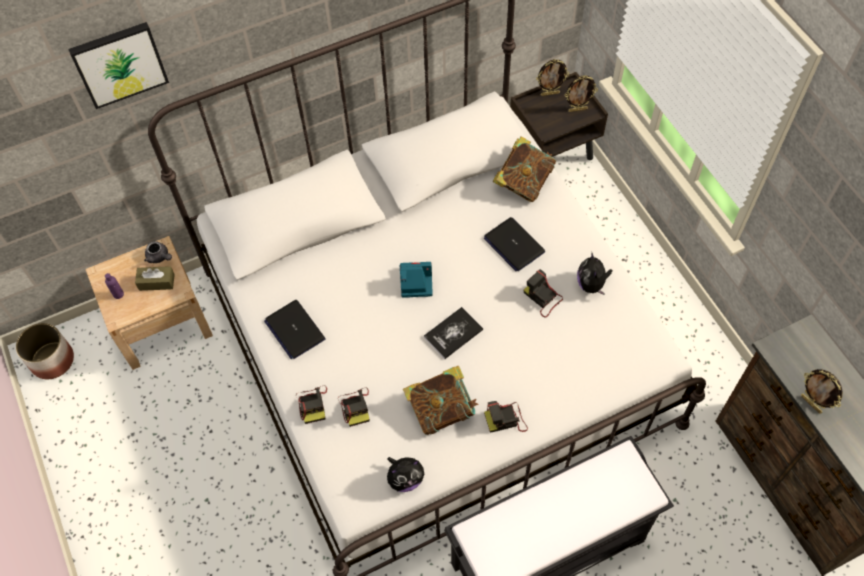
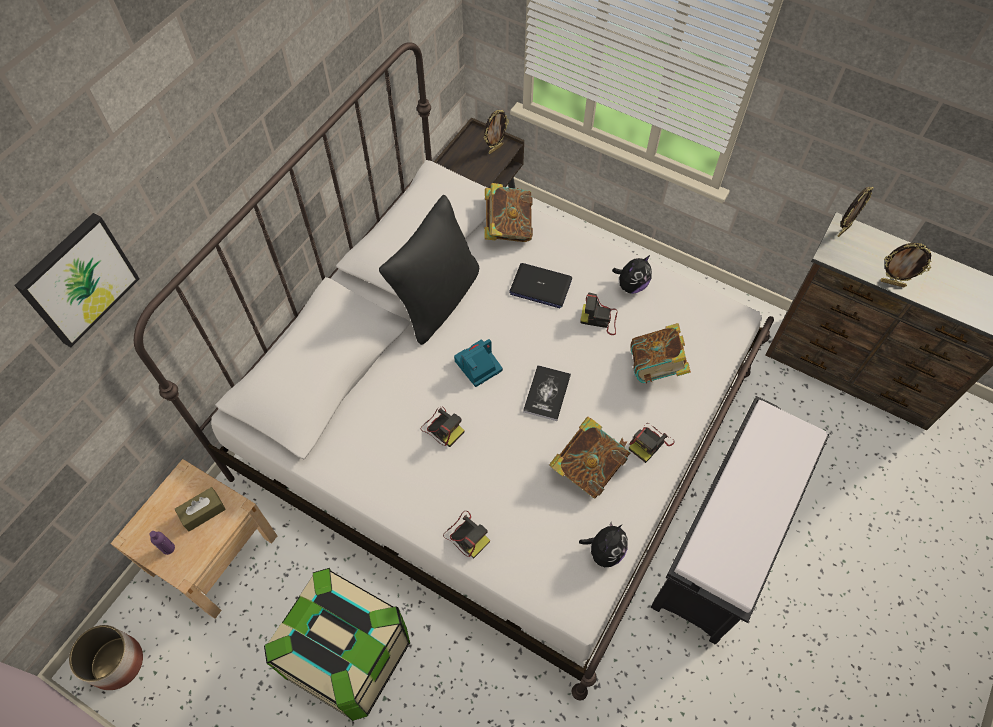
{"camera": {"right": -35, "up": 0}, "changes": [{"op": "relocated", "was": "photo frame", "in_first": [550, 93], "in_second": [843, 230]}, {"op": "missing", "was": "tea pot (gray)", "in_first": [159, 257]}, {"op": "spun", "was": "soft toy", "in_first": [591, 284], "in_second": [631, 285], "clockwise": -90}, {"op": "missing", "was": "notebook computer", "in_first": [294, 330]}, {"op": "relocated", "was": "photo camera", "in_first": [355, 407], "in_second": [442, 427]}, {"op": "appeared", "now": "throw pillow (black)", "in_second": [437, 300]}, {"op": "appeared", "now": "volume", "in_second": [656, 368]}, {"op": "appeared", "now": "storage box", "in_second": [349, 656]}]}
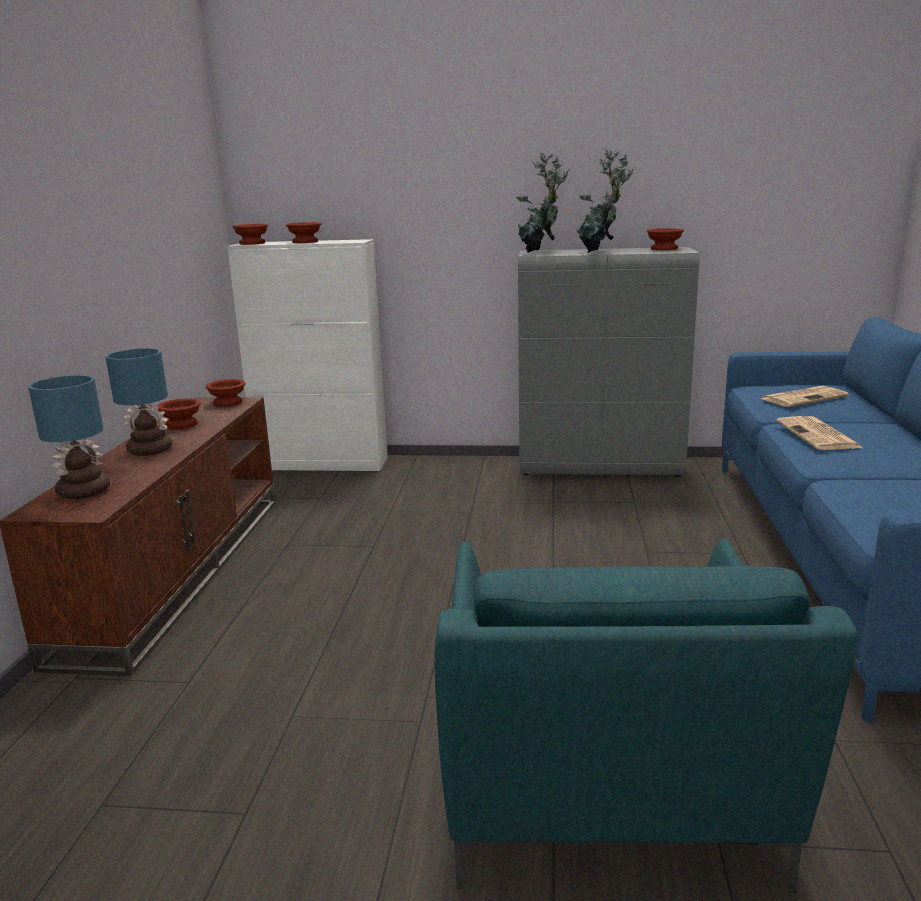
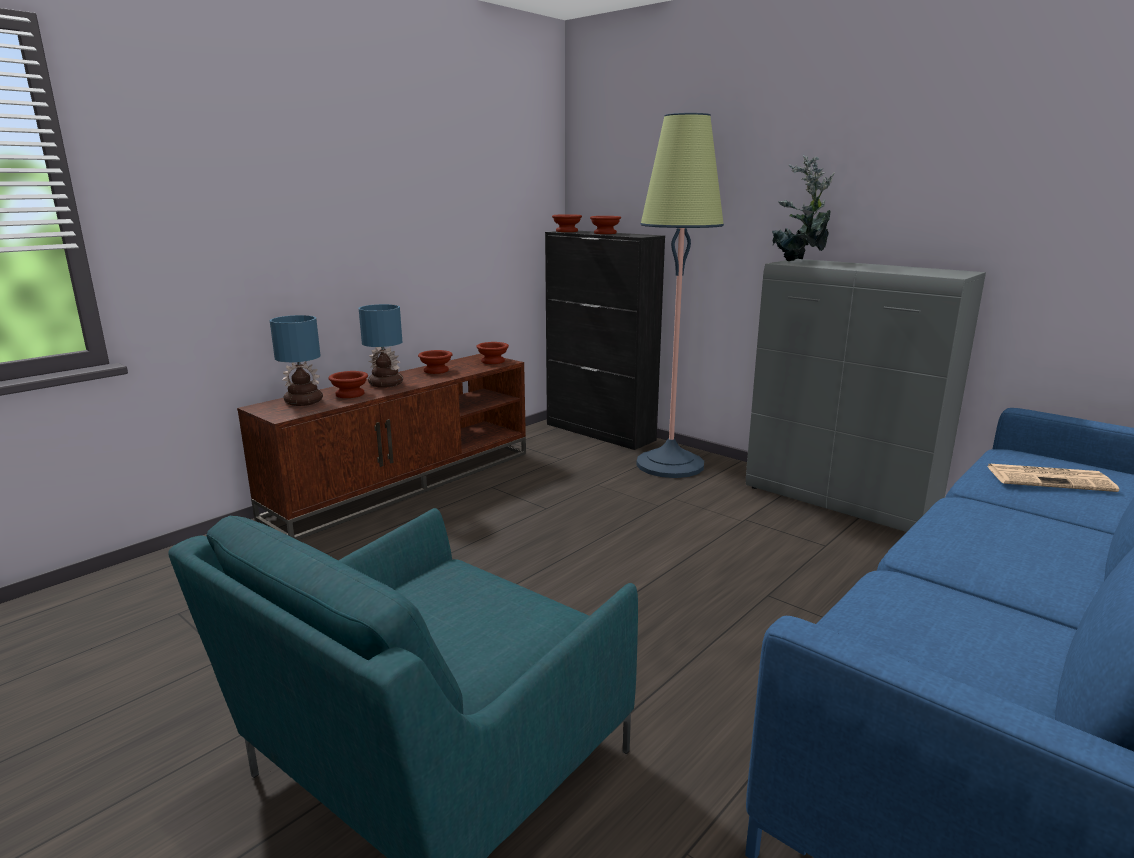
{"camera": {"right": 35, "up": 0}, "changes": [{"op": "missing", "was": "houseplant", "in_first": [599, 252]}, {"op": "relocated", "was": "deep dish (brownish)", "in_first": [663, 249], "in_second": [350, 394]}, {"op": "colour", "was": "storage cabinet (white)", "now": "storage cabinet (black)", "in_first": [322, 463], "in_second": [600, 432]}, {"op": "missing", "was": "printed paper", "in_first": [819, 435]}, {"op": "appeared", "now": "floor lamp", "in_second": [670, 464]}]}
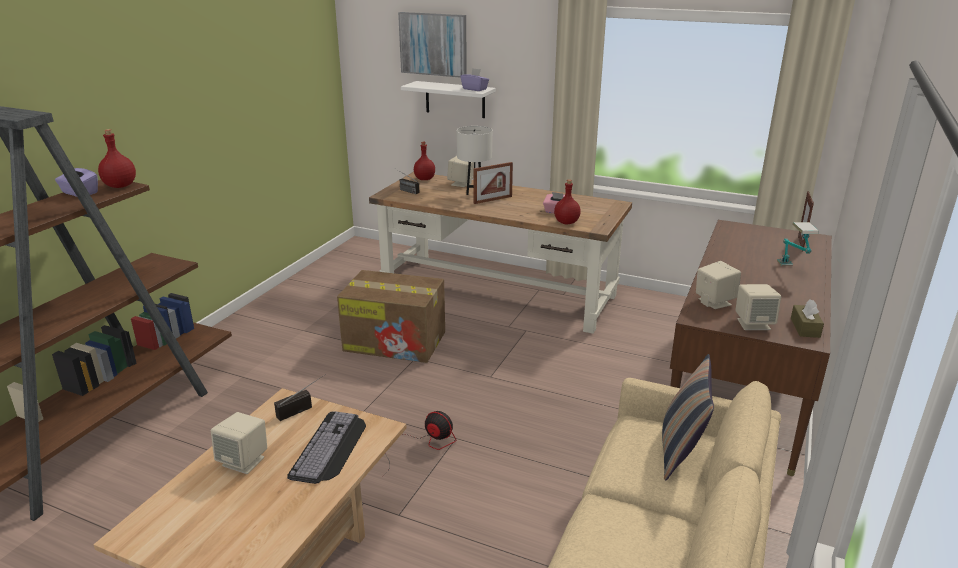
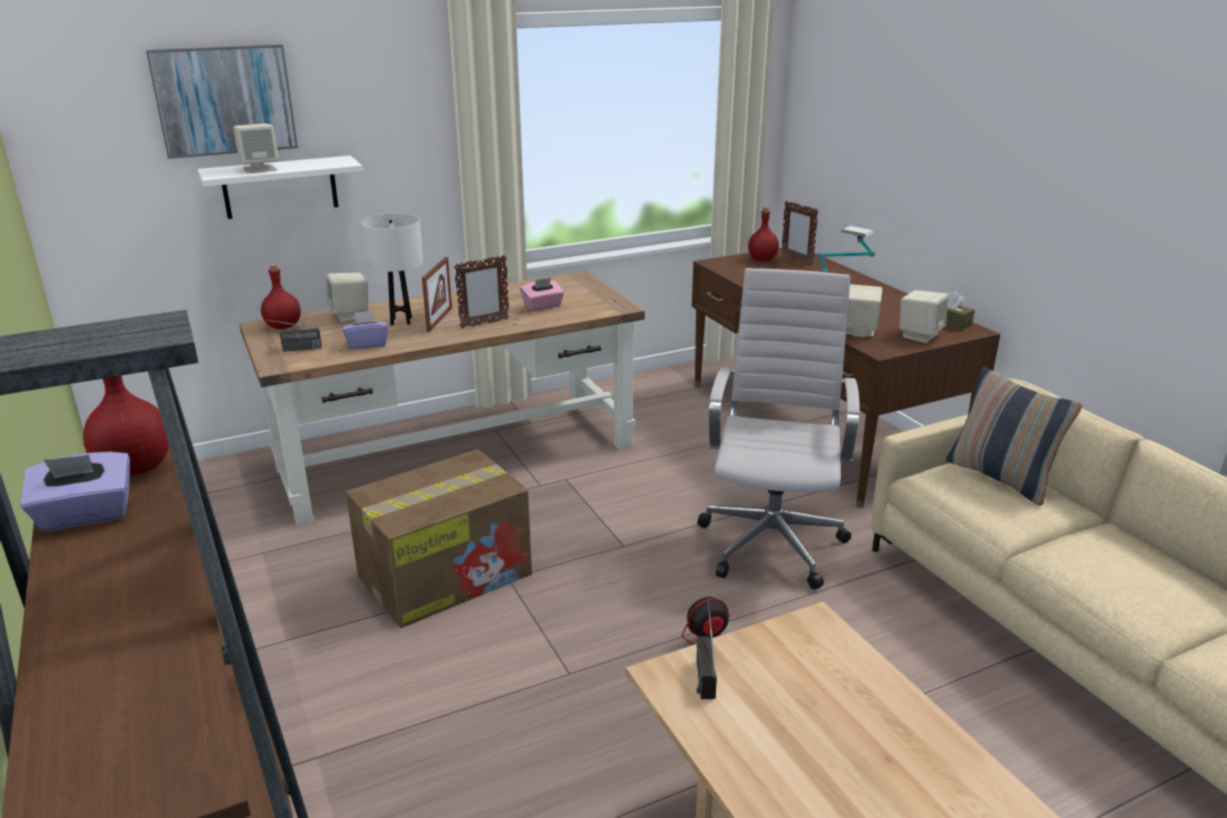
{"camera": {"right": -50, "up": 0}, "changes": [{"op": "relocated", "was": "tissue box (purple-coloured)", "in_first": [475, 89], "in_second": [367, 344]}, {"op": "relocated", "was": "beverage bottle (reddish)", "in_first": [567, 222], "in_second": [762, 259]}, {"op": "missing", "was": "computer keyboard", "in_first": [331, 447]}, {"op": "relocated", "was": "loudspeaker (beige)", "in_first": [244, 461], "in_second": [260, 169]}, {"op": "appeared", "now": "photo frame", "in_second": [484, 324]}, {"op": "appeared", "now": "desk chair (white)", "in_second": [772, 541]}]}
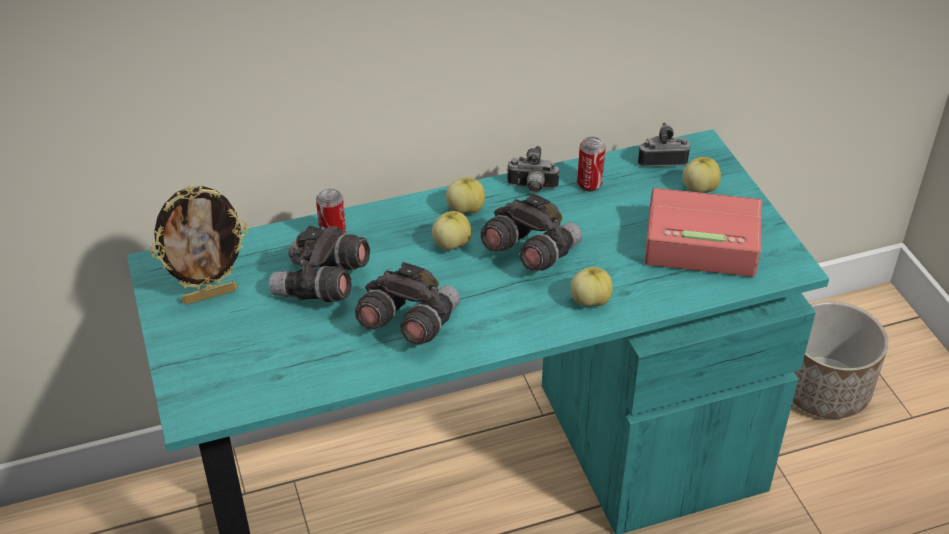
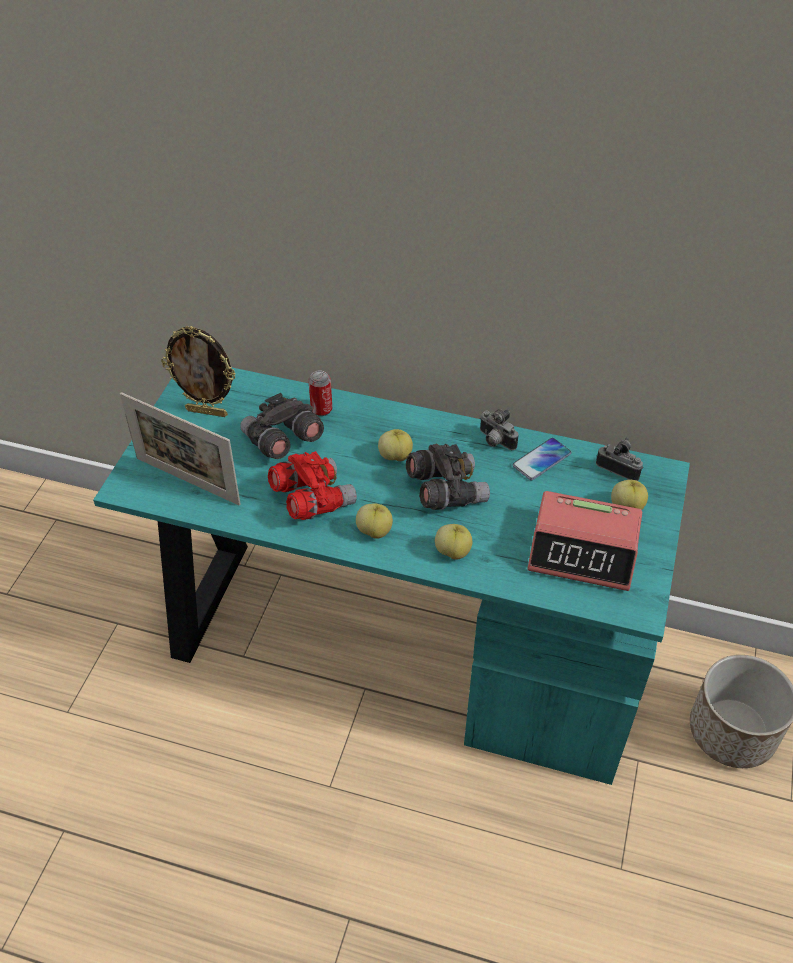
{"camera": {"right": 35, "up": 5}, "changes": [{"op": "exchanged", "was": "sealed can", "now": "phone", "in_first": [589, 184], "in_second": [542, 460]}, {"op": "relocated", "was": "whole apple", "in_first": [465, 209], "in_second": [374, 531]}, {"op": "spun", "was": "table clock", "in_first": [700, 242], "in_second": [583, 550], "clockwise": 150}, {"op": "colour", "was": "pair of binoculars (gray)", "now": "pair of binoculars (reddish)", "in_first": [408, 323], "in_second": [312, 499]}, {"op": "appeared", "now": "photo frame", "in_second": [187, 481]}]}
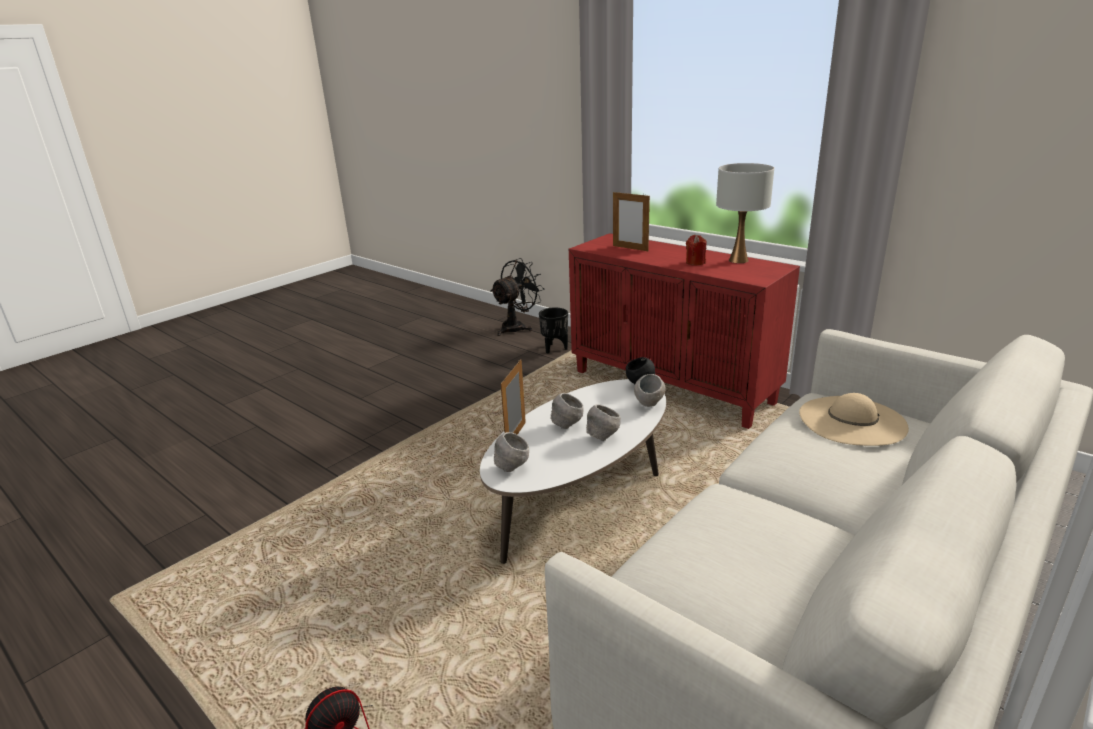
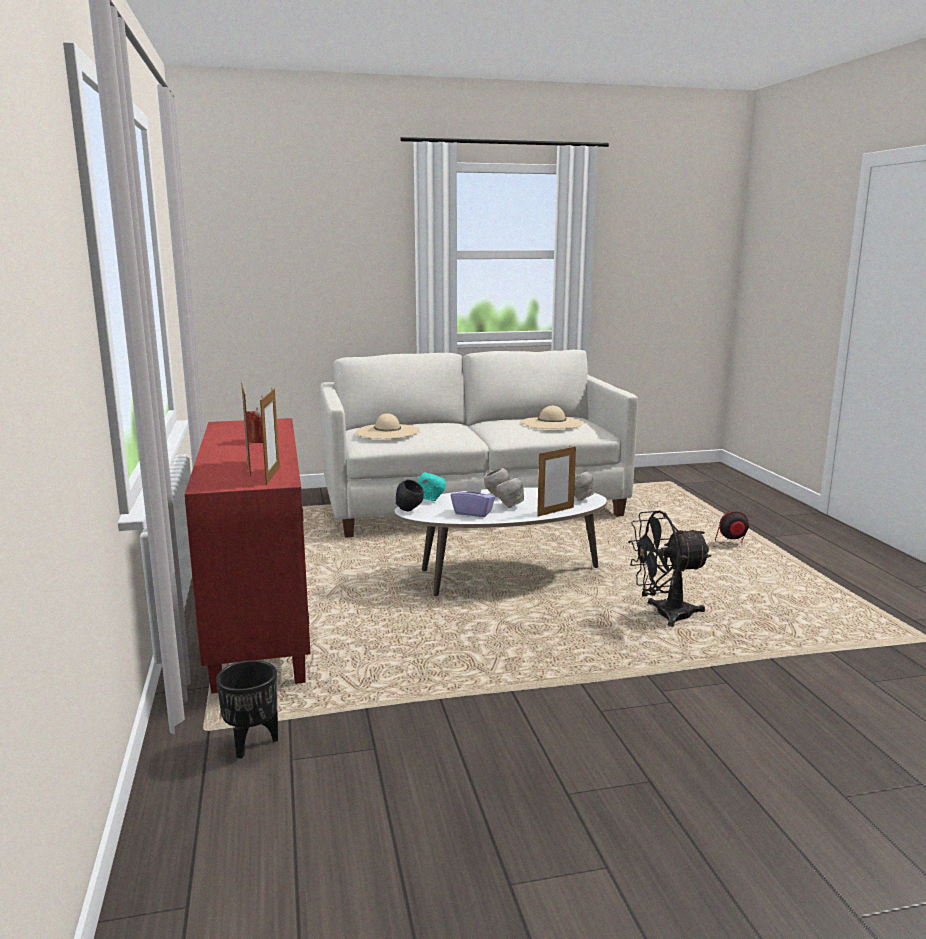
{"camera": {"right": -145, "up": -10}, "changes": [{"op": "missing", "was": "tabletop lamp (white)", "in_first": [739, 260]}, {"op": "relocated", "was": "fan (black)", "in_first": [517, 327], "in_second": [664, 615]}, {"op": "colour", "was": "deep dish (gray)", "now": "deep dish (turquoise)", "in_first": [649, 406], "in_second": [431, 500]}, {"op": "appeared", "now": "photo frame", "in_second": [272, 475]}, {"op": "appeared", "now": "hat (beige)", "in_second": [551, 423]}, {"op": "appeared", "now": "tissue box (purple-coloured)", "in_second": [473, 513]}]}
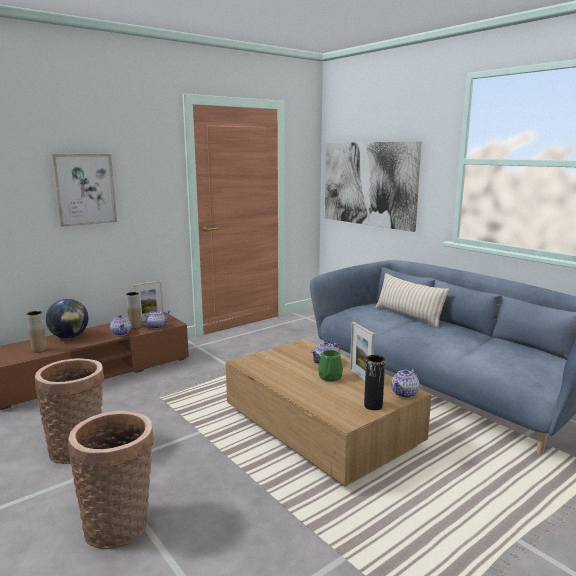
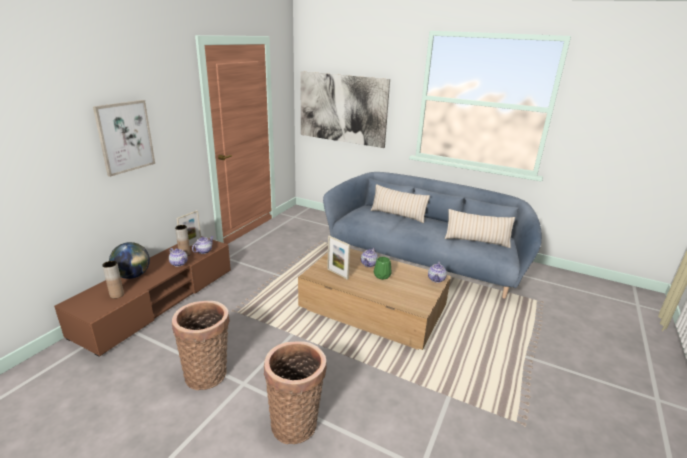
{"camera": {"right": -25, "up": 10}, "changes": [{"op": "relocated", "was": "photo frame", "in_first": [360, 377], "in_second": [337, 274]}, {"op": "missing", "was": "decorative vase (black)", "in_first": [373, 406]}, {"op": "appeared", "now": "throw pillow (beige)", "in_second": [476, 241]}]}
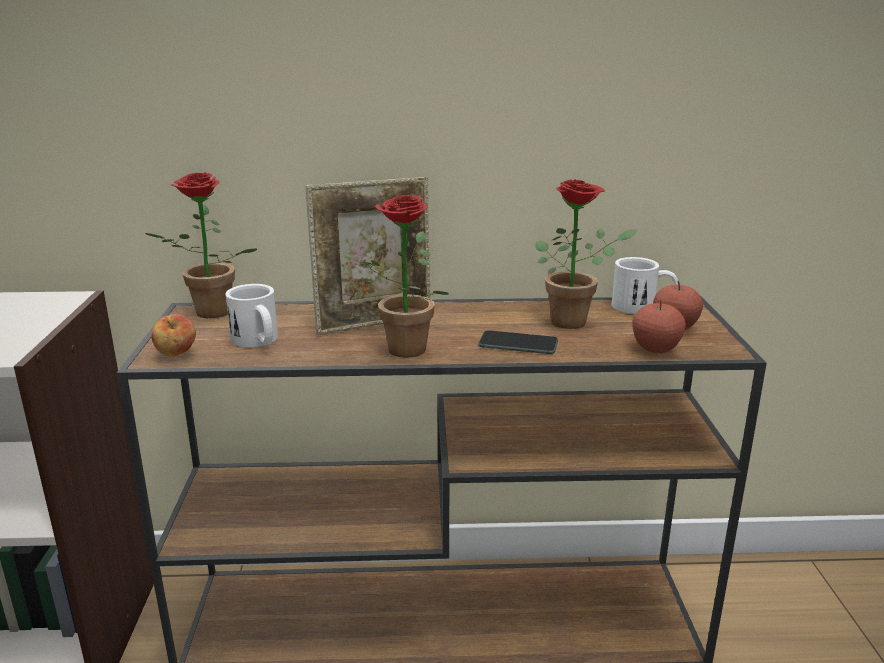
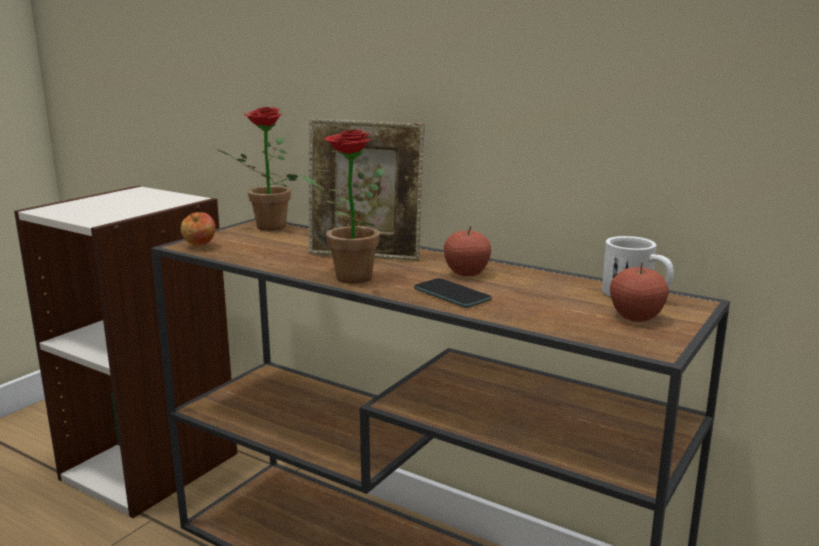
{"camera": {"right": 35, "up": -5}, "changes": [{"op": "missing", "was": "houseplant", "in_first": [575, 321]}, {"op": "missing", "was": "tea mug (white)", "in_first": [258, 342]}, {"op": "relocated", "was": "whole apple", "in_first": [655, 349], "in_second": [466, 273]}]}
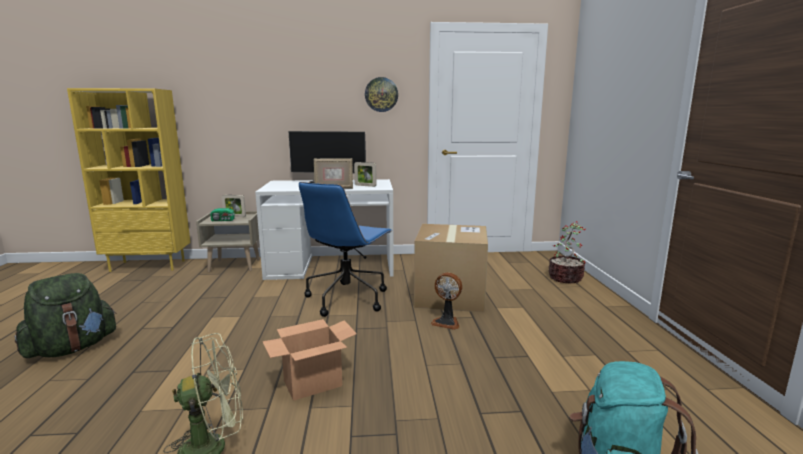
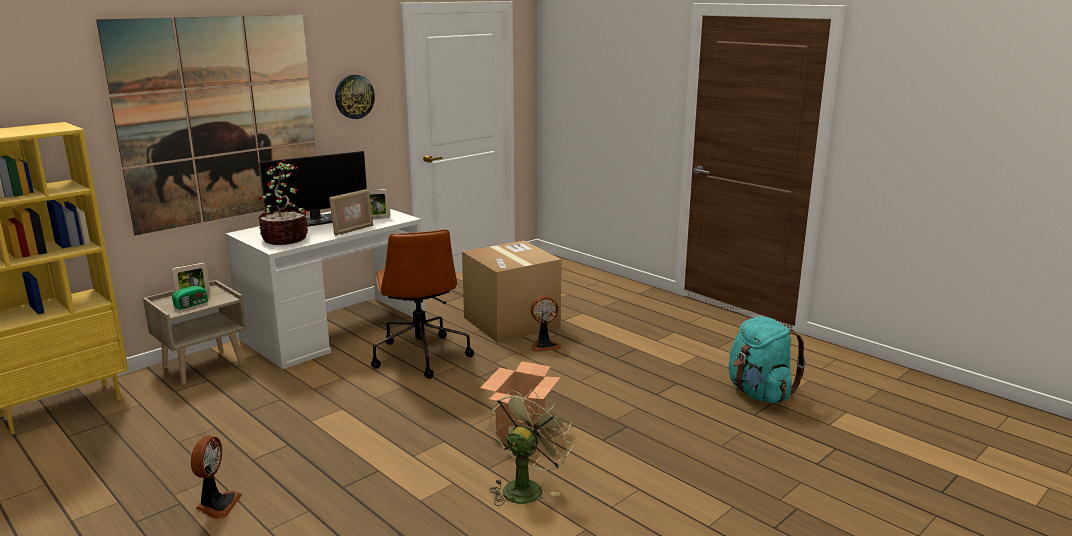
{"camera": {"right": -40, "up": 5}, "changes": [{"op": "colour", "was": "desk chair (blue)", "now": "desk chair (brownish)", "in_first": [347, 298], "in_second": [420, 355]}, {"op": "relocated", "was": "houseplant", "in_first": [566, 278], "in_second": [286, 239]}, {"op": "exchanged", "was": "rucksack (green-coloured)", "now": "fan", "in_first": [72, 348], "in_second": [217, 504]}, {"op": "appeared", "now": "picture", "in_second": [221, 120]}]}
